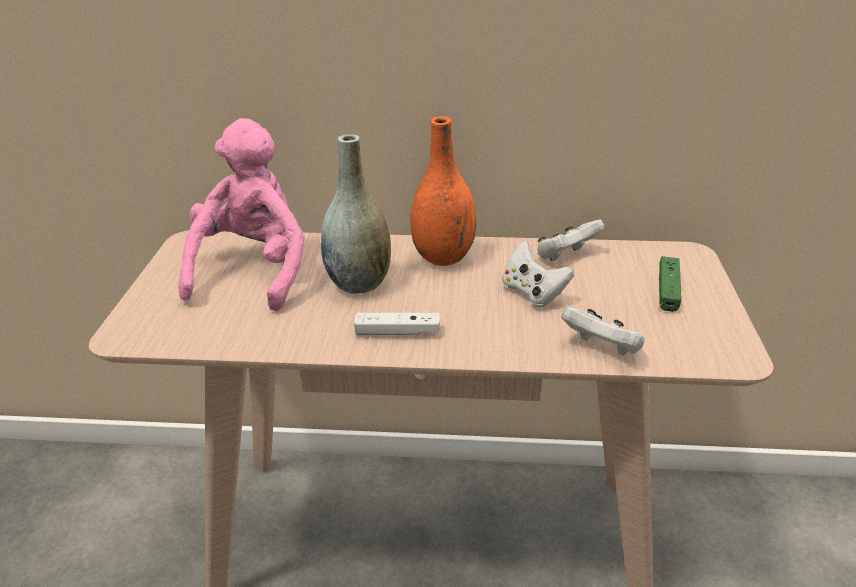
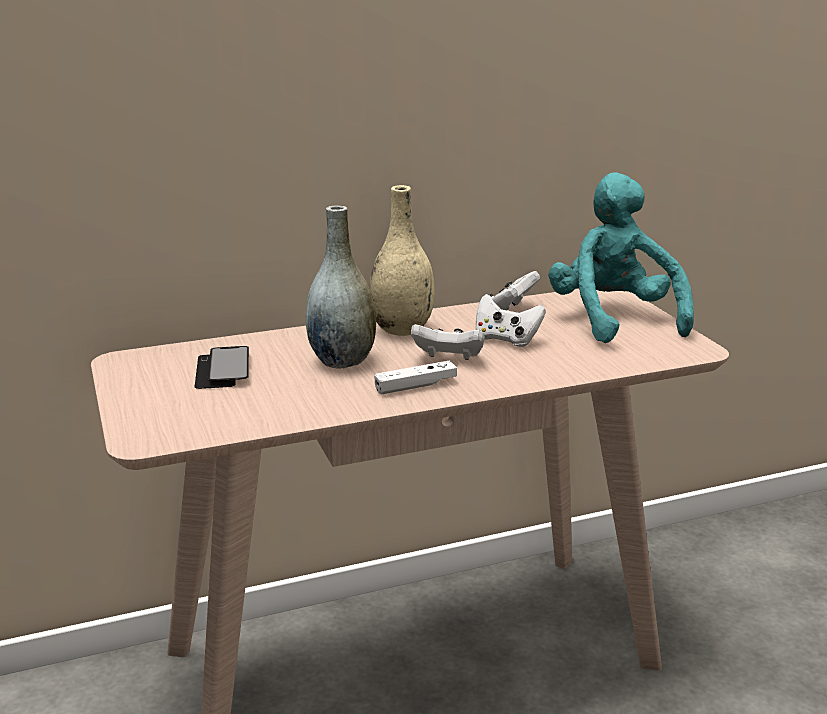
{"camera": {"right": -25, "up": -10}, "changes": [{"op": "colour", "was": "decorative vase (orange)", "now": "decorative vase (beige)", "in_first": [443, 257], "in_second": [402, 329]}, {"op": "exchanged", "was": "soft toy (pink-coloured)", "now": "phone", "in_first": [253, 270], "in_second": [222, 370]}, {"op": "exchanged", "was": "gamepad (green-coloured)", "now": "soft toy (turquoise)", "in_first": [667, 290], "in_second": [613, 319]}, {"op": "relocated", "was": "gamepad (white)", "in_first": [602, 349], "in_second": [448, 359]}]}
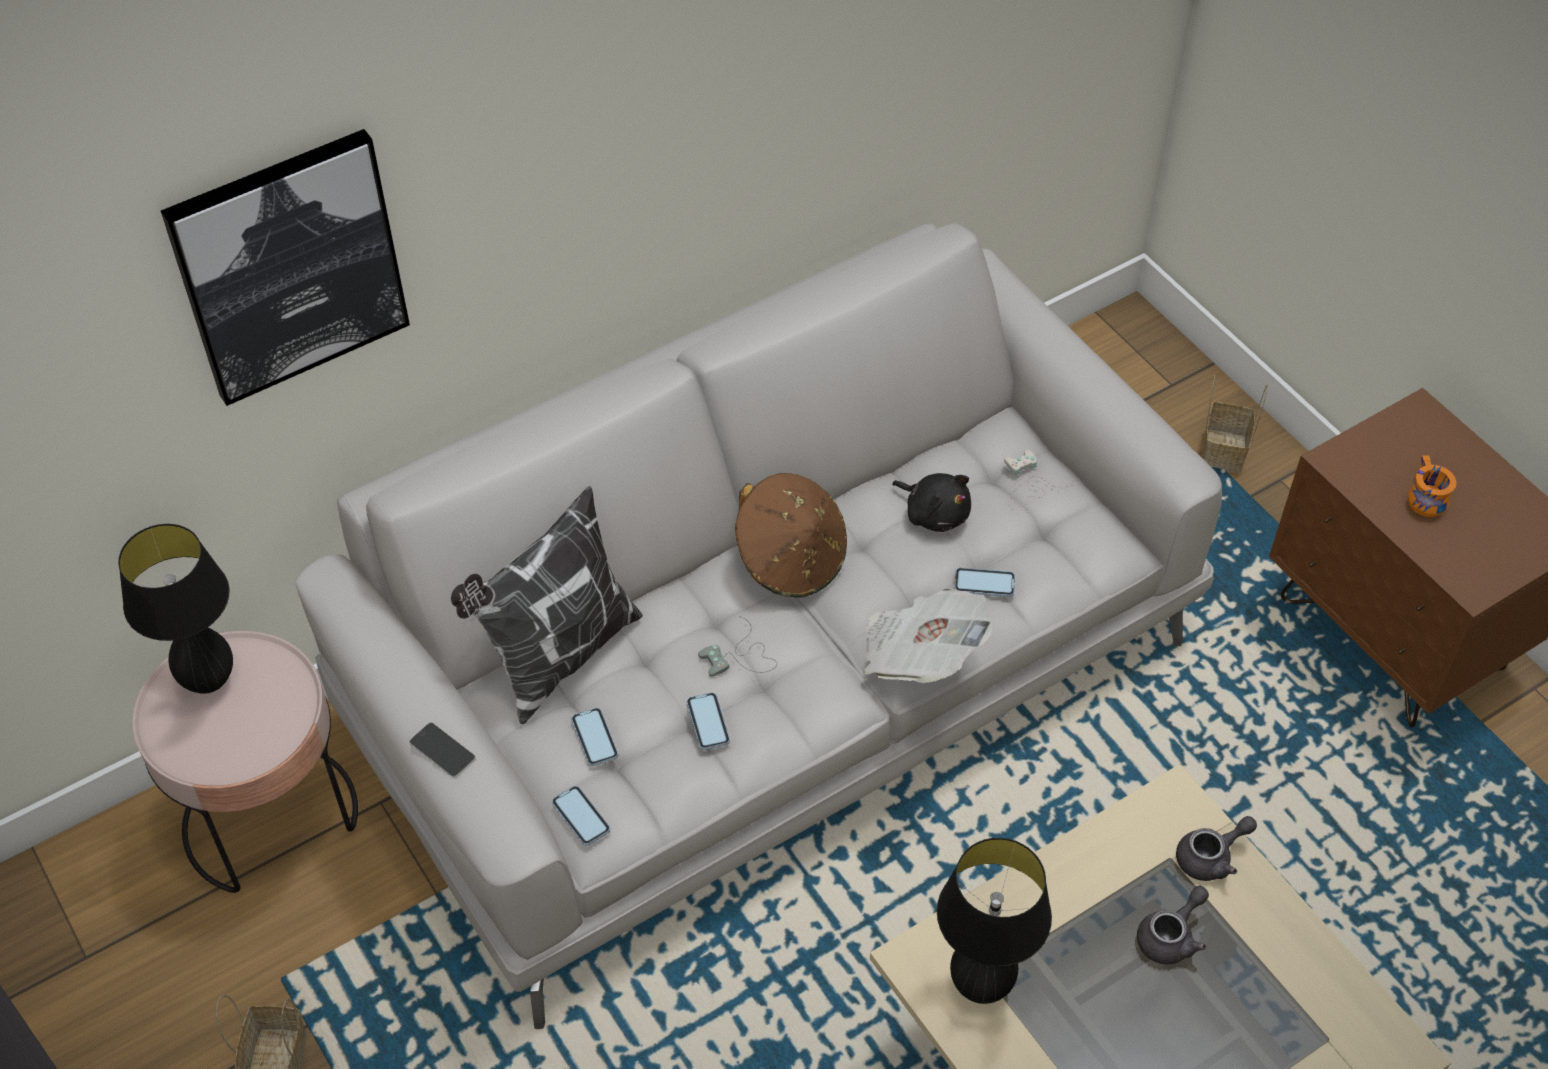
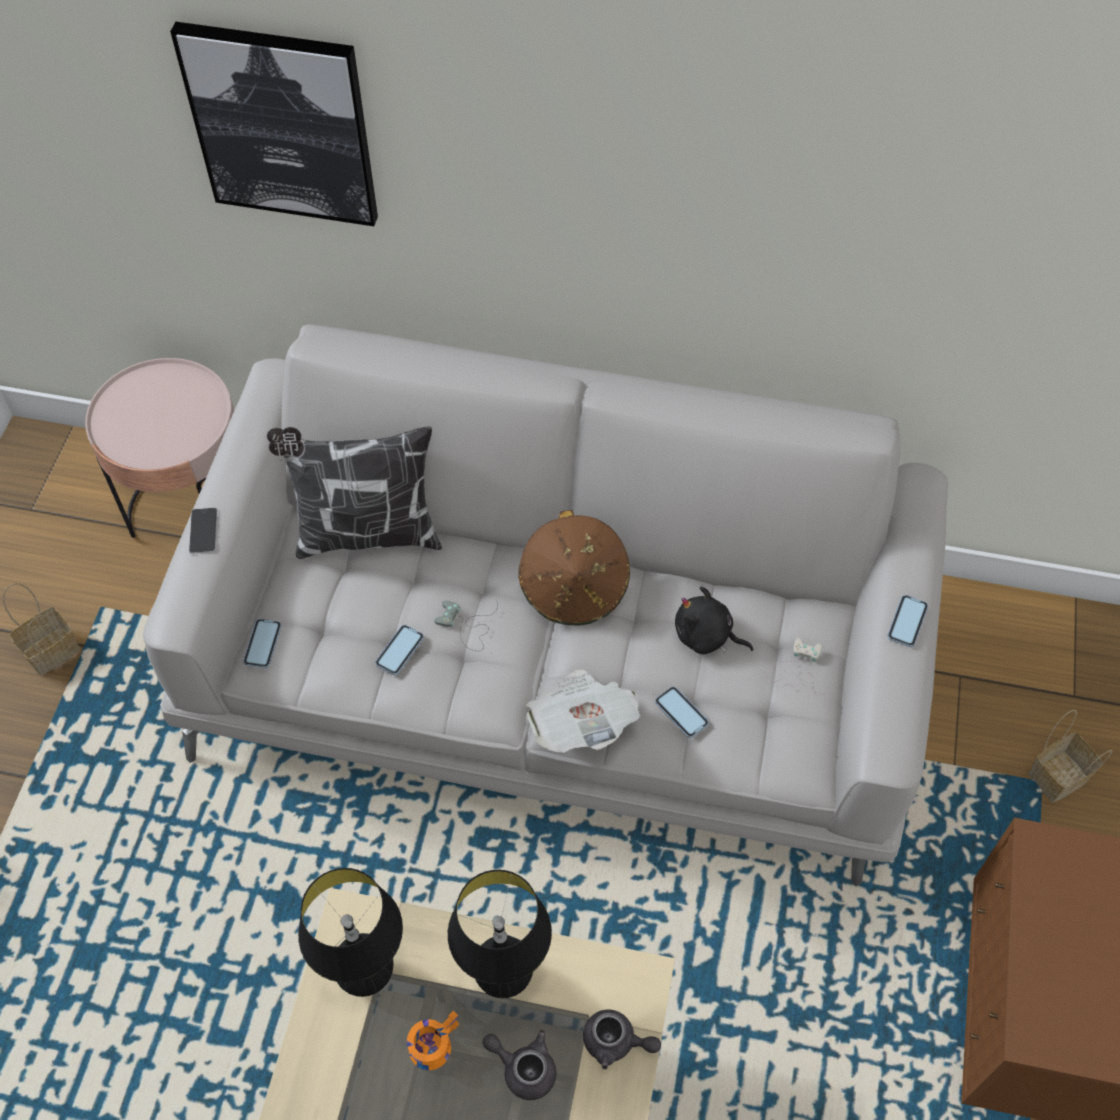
{"camera": {"right": 45, "up": 5}, "changes": [{"op": "relocated", "was": "tea mug (orange)", "in_first": [1422, 497], "in_second": [433, 1042]}, {"op": "spun", "was": "soft toy (black)", "in_first": [934, 513], "in_second": [706, 636], "clockwise": 120}, {"op": "relocated", "was": "tabletop lamp (black)", "in_first": [209, 681], "in_second": [504, 977]}, {"op": "relocated", "was": "phone", "in_first": [594, 738], "in_second": [907, 622]}, {"op": "spun", "was": "tea pot (gray)", "in_first": [1171, 937], "in_second": [523, 1068], "clockwise": -150}]}
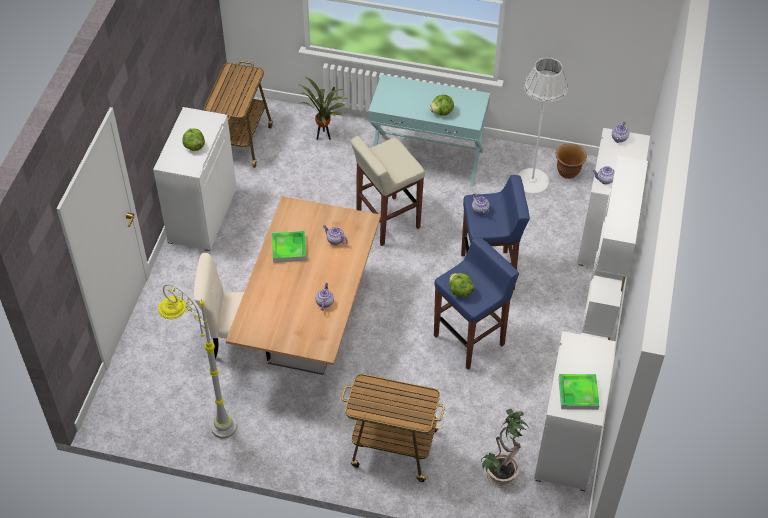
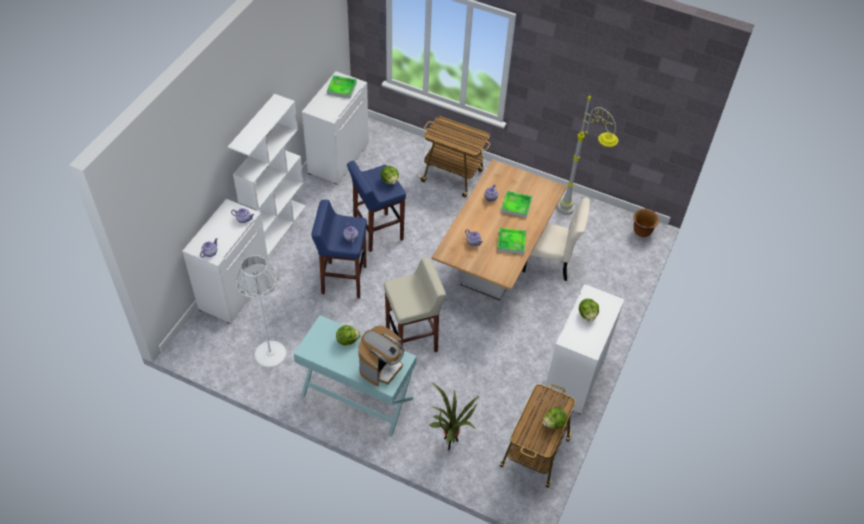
{"camera": {"right": -170, "up": 0}, "changes": [{"op": "relocated", "was": "plant pot (brownish)", "in_first": [568, 172], "in_second": [642, 232]}, {"op": "missing", "was": "houseplant", "in_first": [500, 473]}, {"op": "appeared", "now": "tray", "in_second": [516, 205]}, {"op": "appeared", "now": "coffee maker", "in_second": [381, 367]}, {"op": "appeared", "now": "lettuce", "in_second": [554, 423]}]}
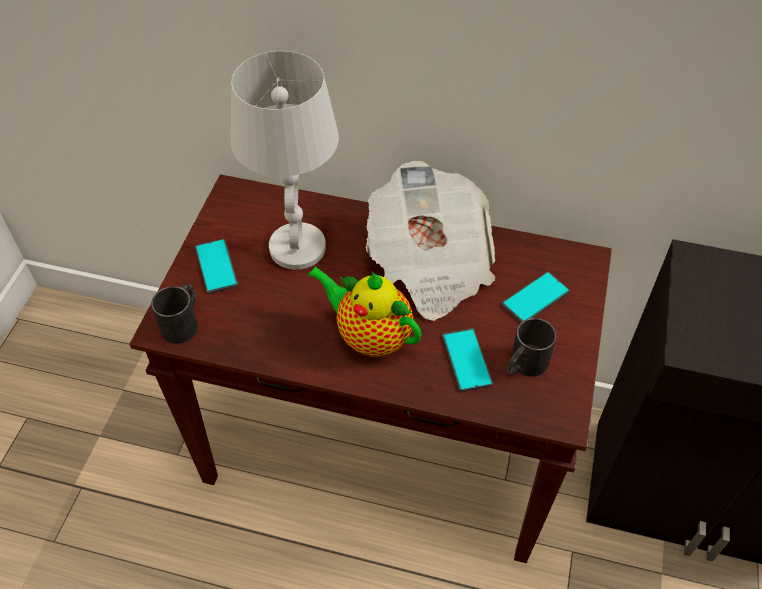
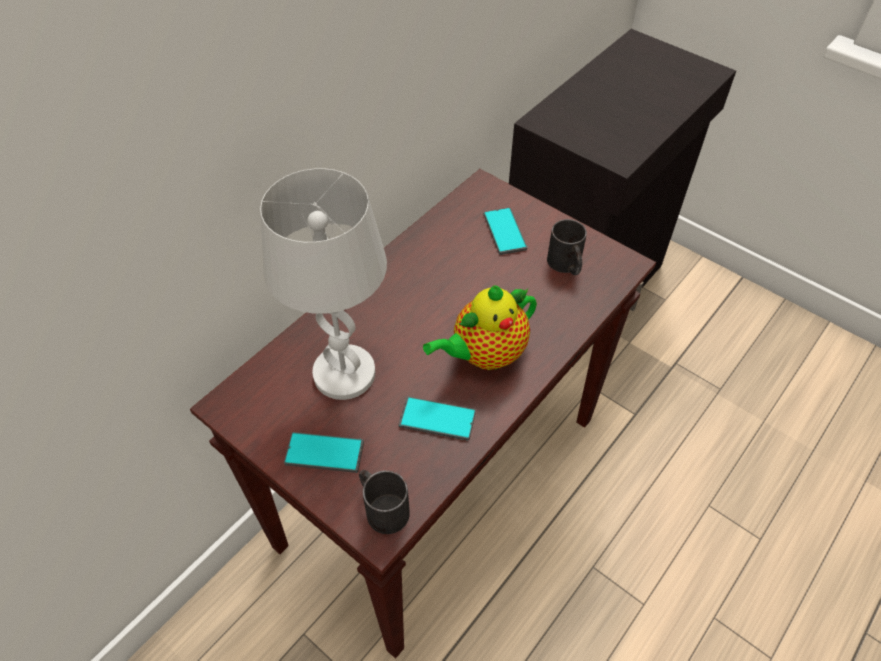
{"camera": {"right": -65, "up": 0}, "changes": [{"op": "missing", "was": "printed paper", "in_first": [430, 265]}, {"op": "relocated", "was": "phone", "in_first": [466, 360], "in_second": [437, 419]}]}
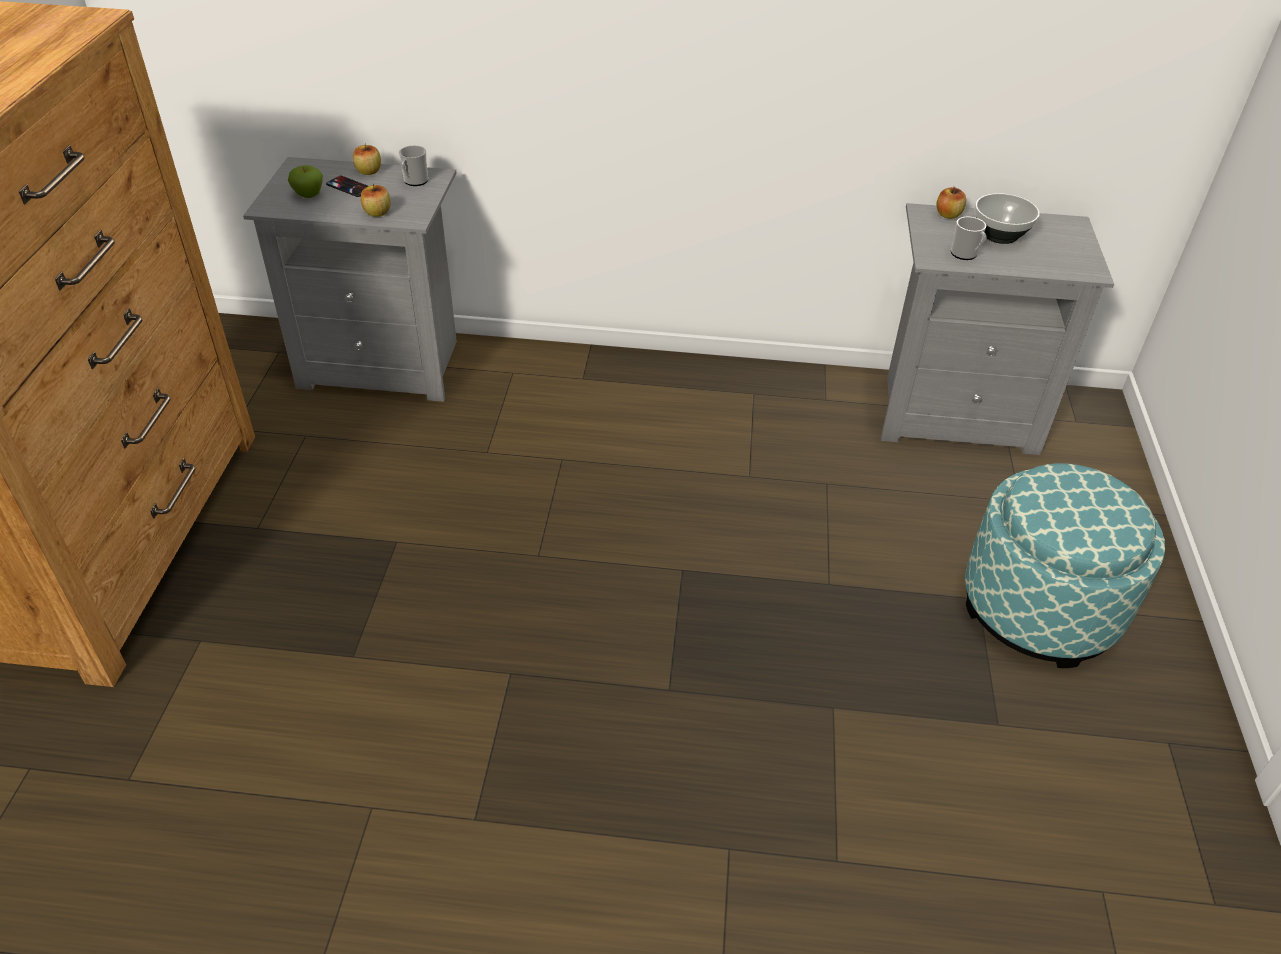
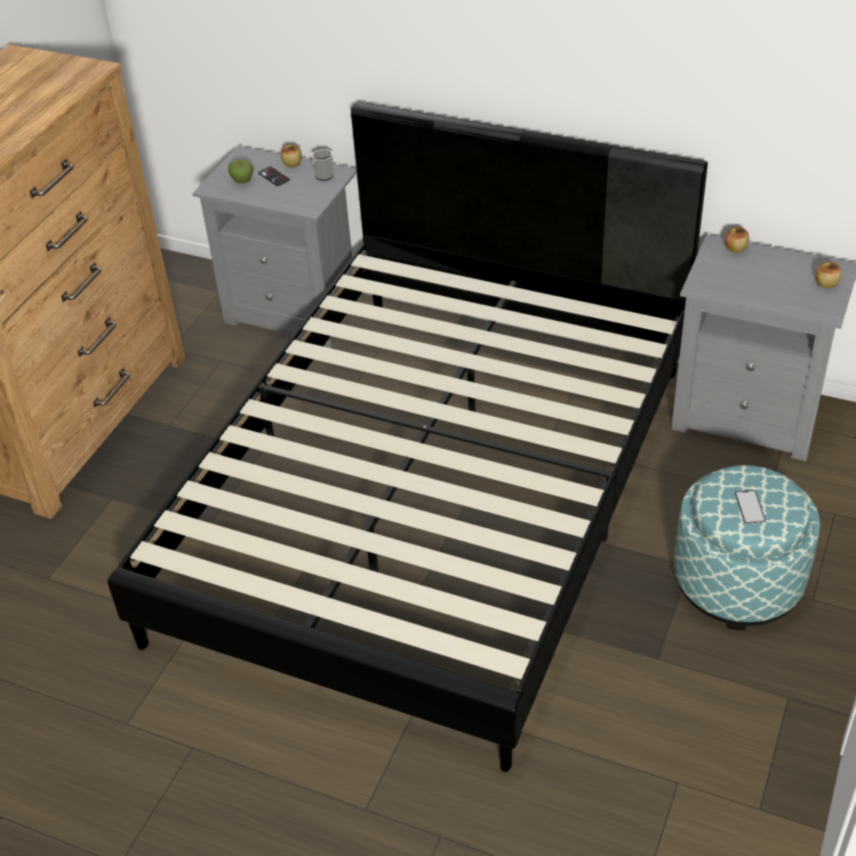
{"camera": {"right": 20, "up": 0}, "changes": [{"op": "relocated", "was": "whole apple", "in_first": [377, 212], "in_second": [826, 284]}, {"op": "missing", "was": "deep dish", "in_first": [998, 235]}, {"op": "missing", "was": "tea mug", "in_first": [966, 255]}, {"op": "appeared", "now": "bed (black)", "in_second": [434, 496]}, {"op": "appeared", "now": "phone", "in_second": [750, 507]}]}
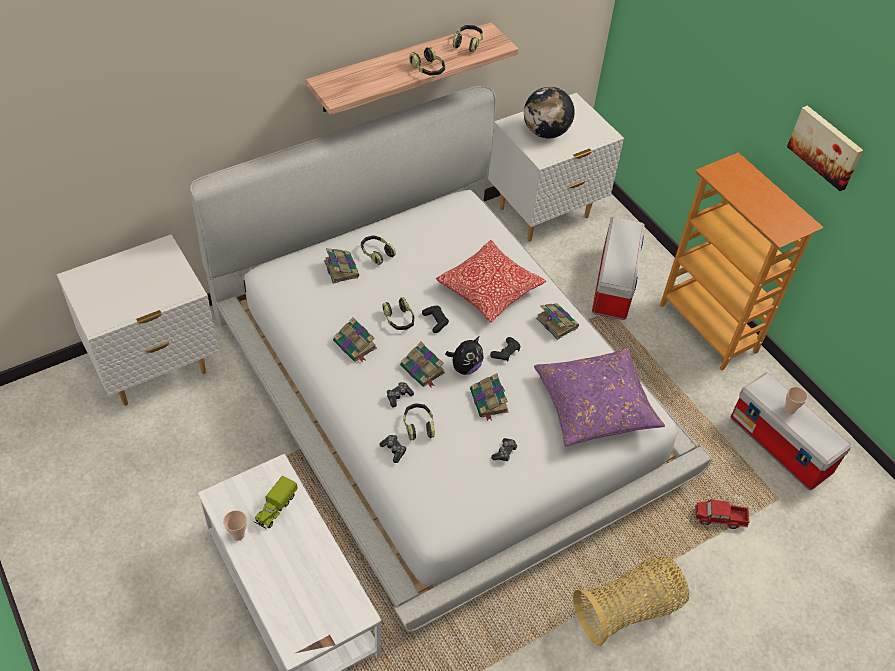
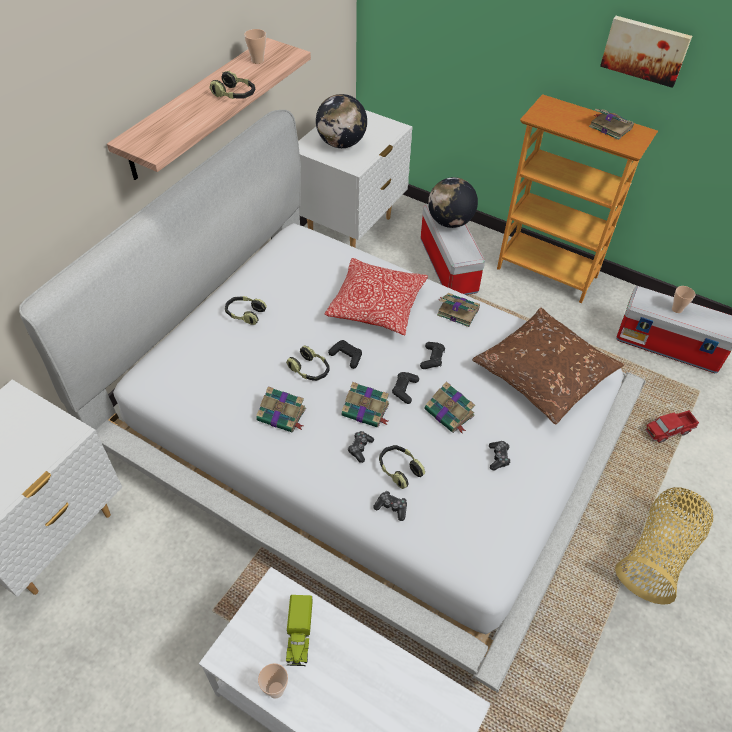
{"camera": {"right": -25, "up": 0}, "changes": [{"op": "exchanged", "was": "headset", "now": "drinking cup", "in_first": [468, 43], "in_second": [257, 61]}, {"op": "relocated", "was": "volume", "in_first": [341, 268], "in_second": [609, 127]}, {"op": "exchanged", "was": "soft toy", "now": "gamepad (black)", "in_first": [465, 367], "in_second": [404, 390]}, {"op": "colour", "was": "throw pillow (purple-coloured)", "now": "throw pillow (brownish)", "in_first": [595, 405], "in_second": [544, 373]}, {"op": "appeared", "now": "globe", "in_second": [450, 222]}]}
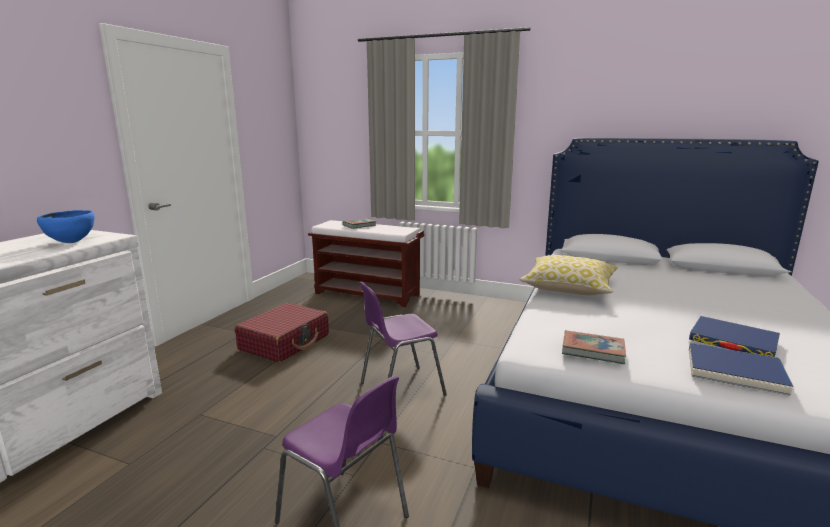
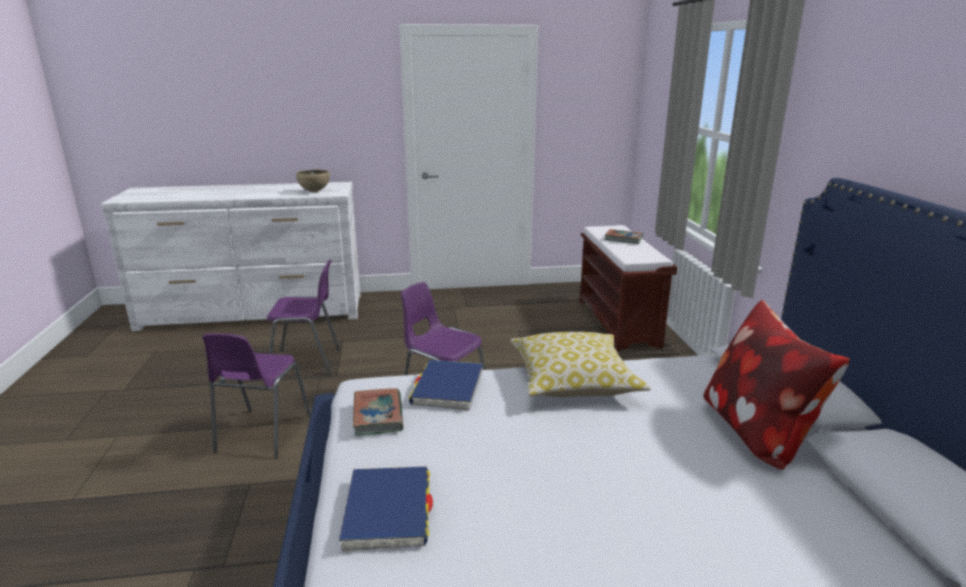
{"camera": {"right": 60, "up": 5}, "changes": [{"op": "colour", "was": "deep dish (blue)", "now": "deep dish (brownish)", "in_first": [72, 242], "in_second": [314, 192]}, {"op": "missing", "was": "travel case (reddish)", "in_first": [285, 342]}, {"op": "relocated", "was": "volume (blue)", "in_first": [732, 341], "in_second": [447, 388]}, {"op": "appeared", "now": "plain chair (purple-coloured)", "in_second": [307, 363]}, {"op": "appeared", "now": "throw pillow", "in_second": [757, 432]}]}
